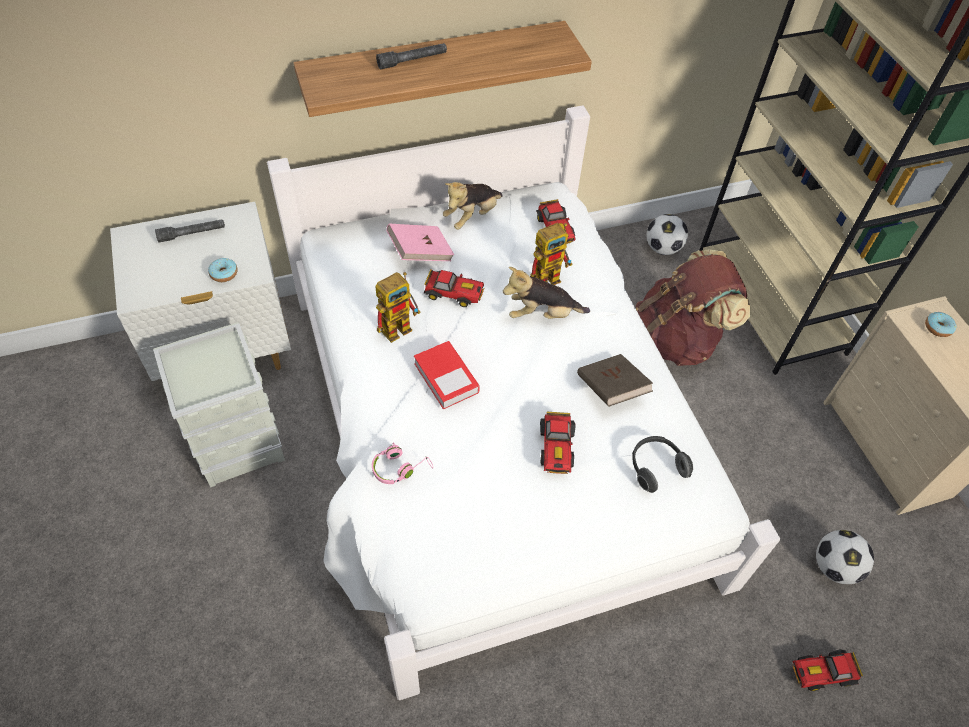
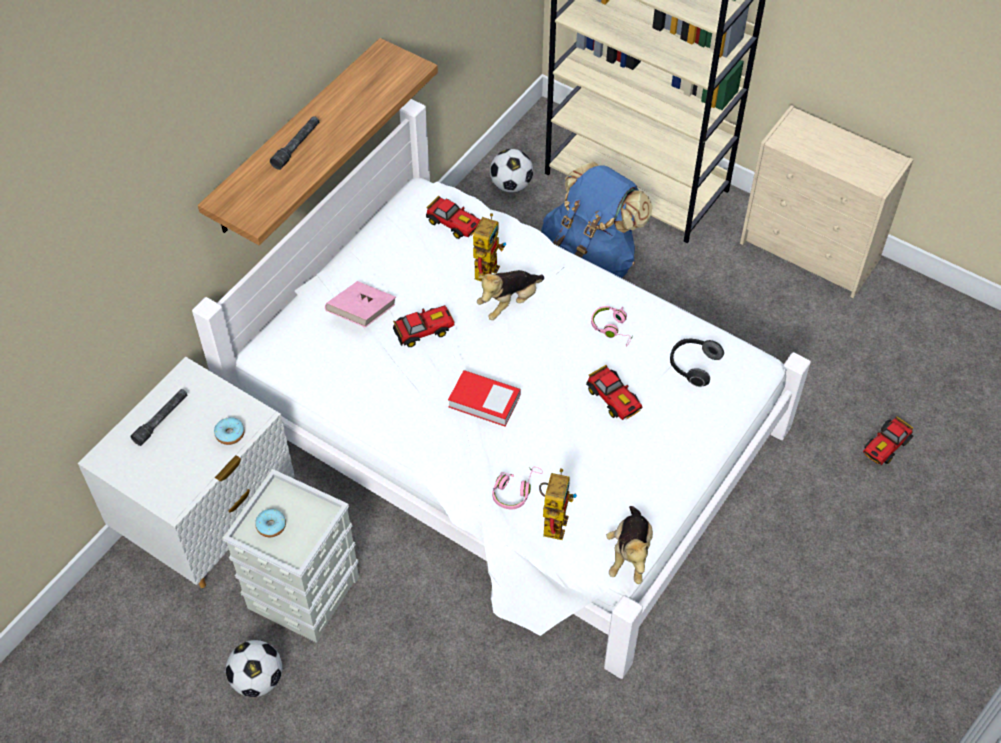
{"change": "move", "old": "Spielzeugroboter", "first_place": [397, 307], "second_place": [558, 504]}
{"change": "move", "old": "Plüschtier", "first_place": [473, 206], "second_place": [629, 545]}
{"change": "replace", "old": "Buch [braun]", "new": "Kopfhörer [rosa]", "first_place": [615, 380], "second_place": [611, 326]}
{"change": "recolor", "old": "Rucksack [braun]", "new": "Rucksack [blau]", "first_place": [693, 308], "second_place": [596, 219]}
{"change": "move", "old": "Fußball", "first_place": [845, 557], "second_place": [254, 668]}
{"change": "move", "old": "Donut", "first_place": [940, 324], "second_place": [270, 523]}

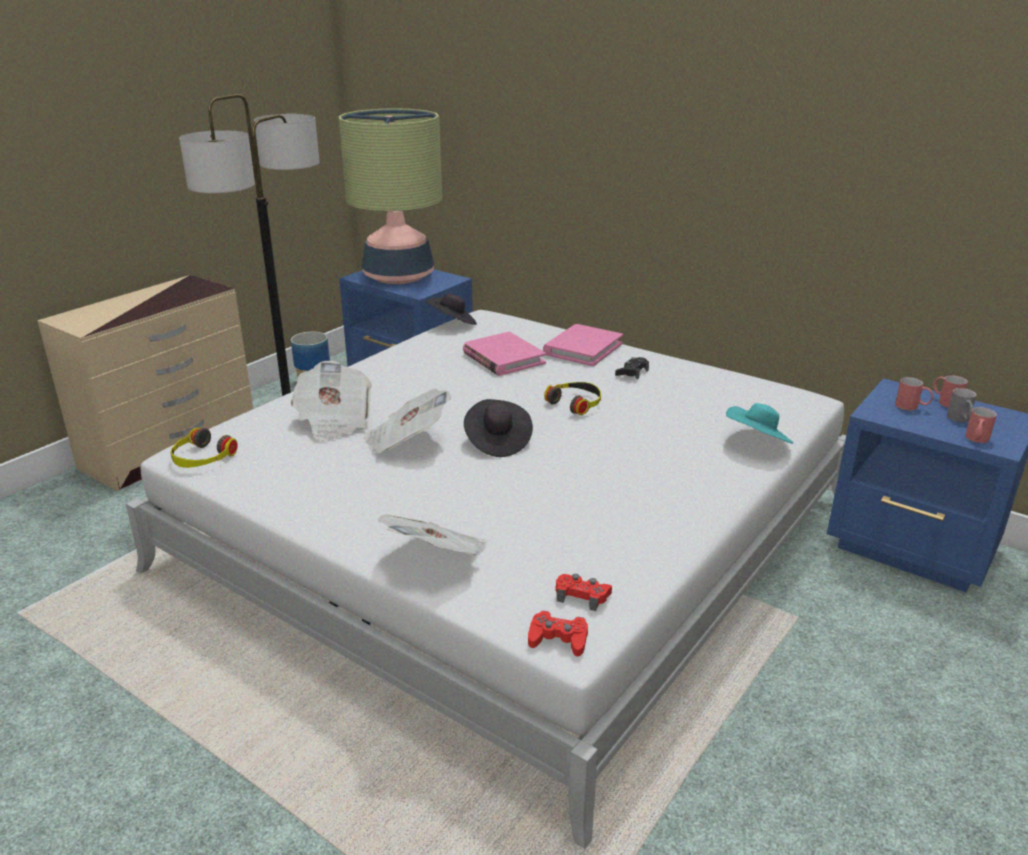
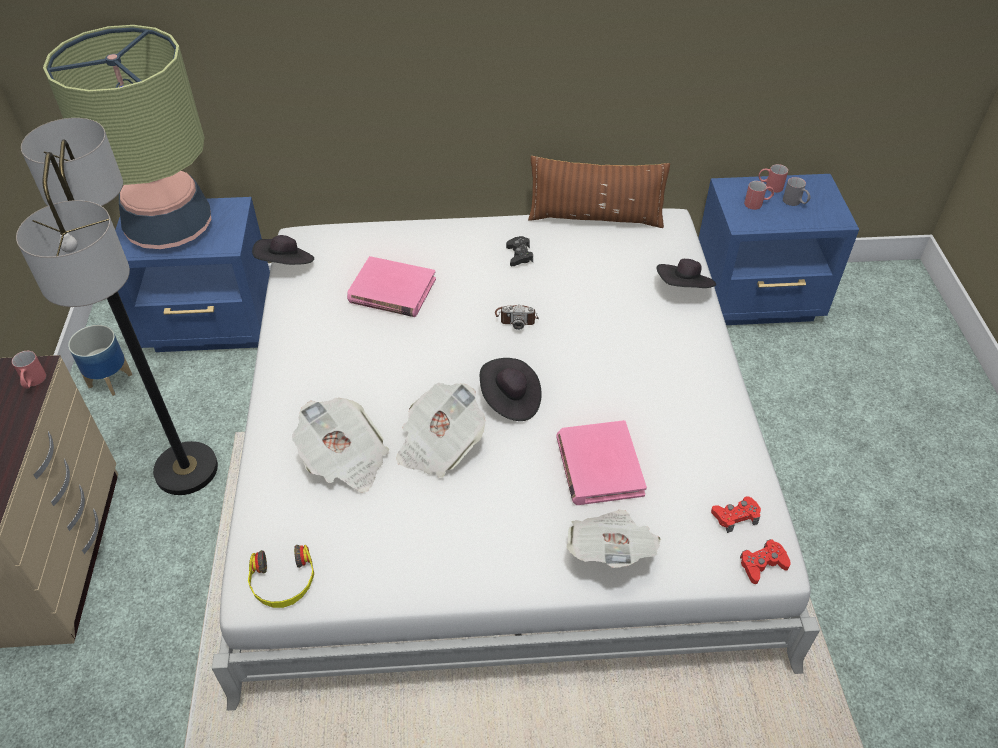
{"change": "move", "old": "Buch [rosa]", "first_place": [583, 345], "second_place": [601, 462]}
{"change": "replace", "old": "Kopfhörer", "new": "Kamera", "first_place": [572, 398], "second_place": [517, 317]}
{"change": "recolor", "old": "Hut [türkis]", "new": "Hut [schwarz]", "first_place": [759, 423], "second_place": [686, 273]}
{"change": "move", "old": "Henkelbecher [rot]", "first_place": [981, 425], "second_place": [29, 370]}
{"change": "insert", "new": "Kissen [braun]", "second_place": [599, 192]}

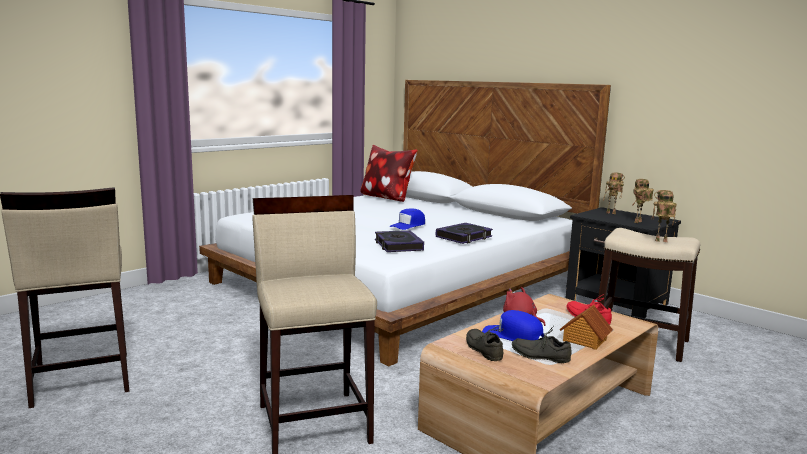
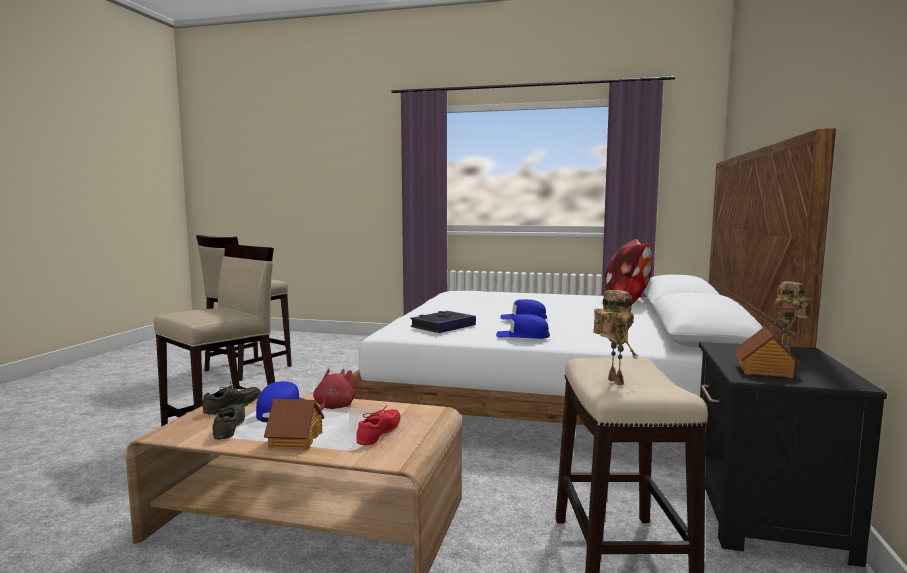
{"change": "replace", "old": "Buch", "new": "Kappe [blau]", "first_place": [464, 233], "second_place": [523, 326]}
{"change": "replace", "old": "Spielzeugroboter", "new": "Spielzeughaus", "first_place": [643, 201], "second_place": [768, 352]}

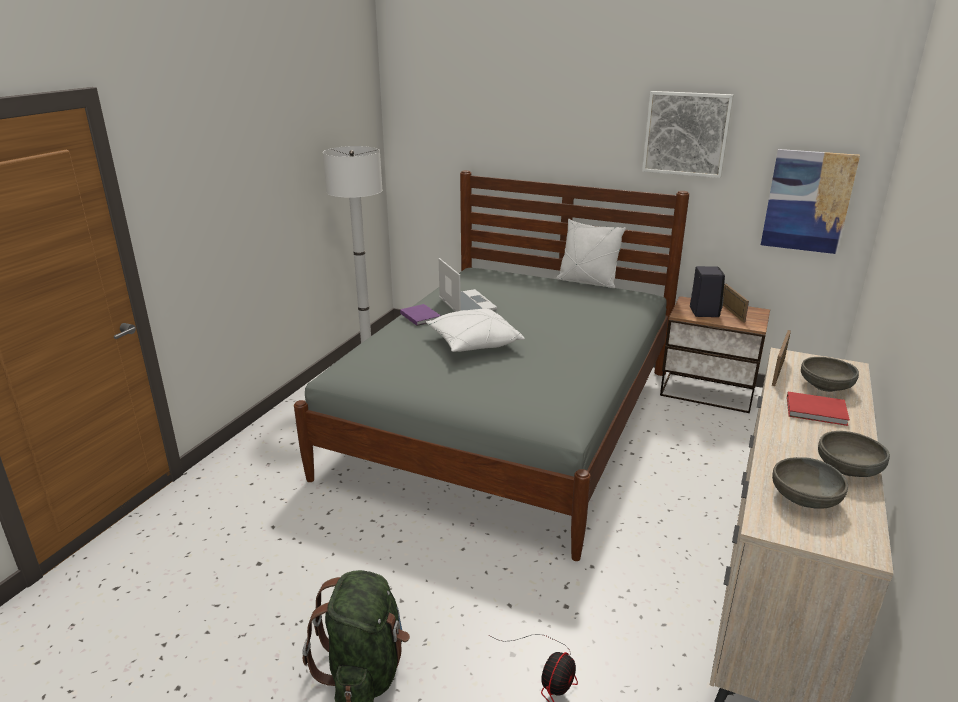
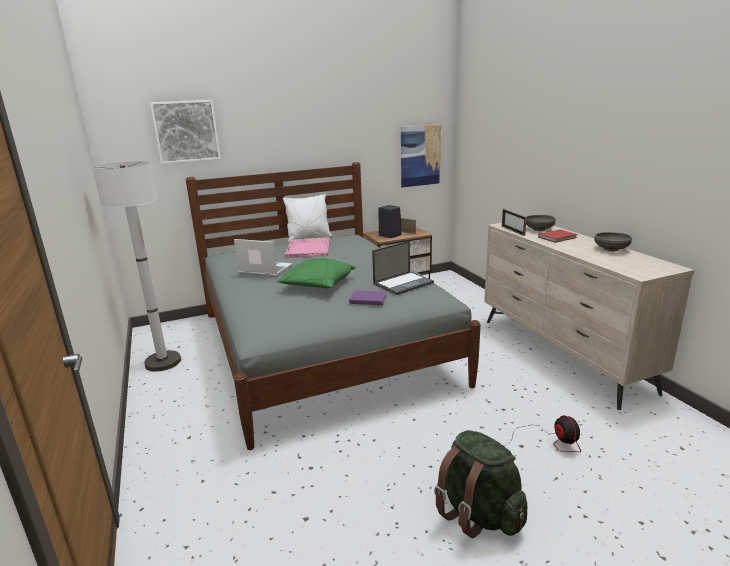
{"change": "move", "old": "Buch [lila]", "first_place": [420, 315], "second_place": [368, 297]}
{"change": "recolor", "old": "Kissen [weiß]", "new": "Kissen [grün]", "first_place": [475, 330], "second_place": [316, 273]}
{"change": "move", "old": "Bild", "first_place": [687, 134], "second_place": [185, 132]}
{"change": "delete", "old": "Schüssel [grau]", "first_place": [810, 483]}
{"change": "insert", "new": "Tablett [rosa]", "second_place": [307, 248]}
{"change": "insert", "new": "Laptop", "second_place": [403, 268]}

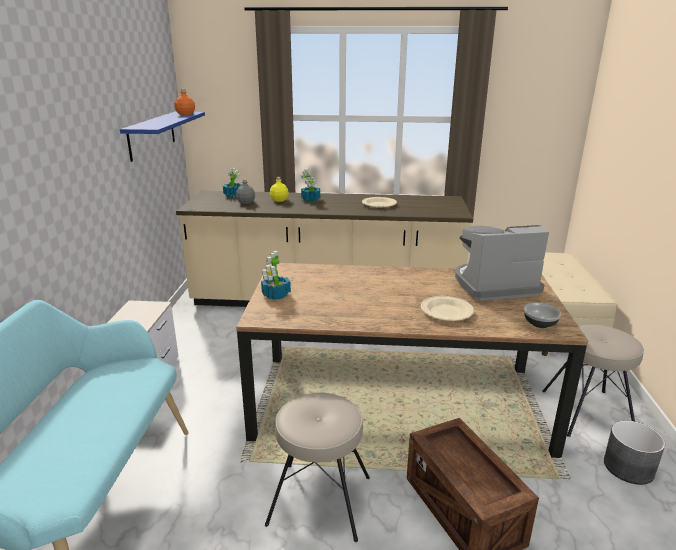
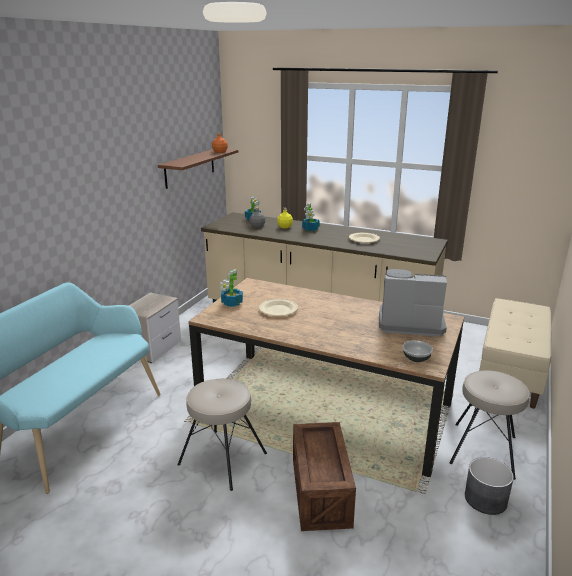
{"change": "recolor", "old": "Wandregal [blau]", "new": "Wandregal [braun]", "first_place": [162, 137], "second_place": [198, 169]}
{"change": "move", "old": "Teller [beige]", "first_place": [447, 308], "second_place": [278, 307]}

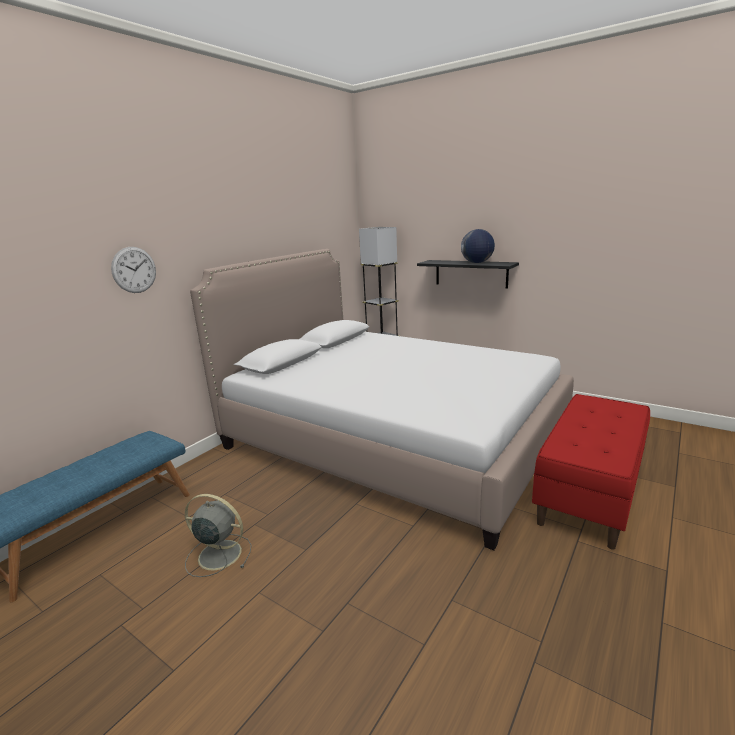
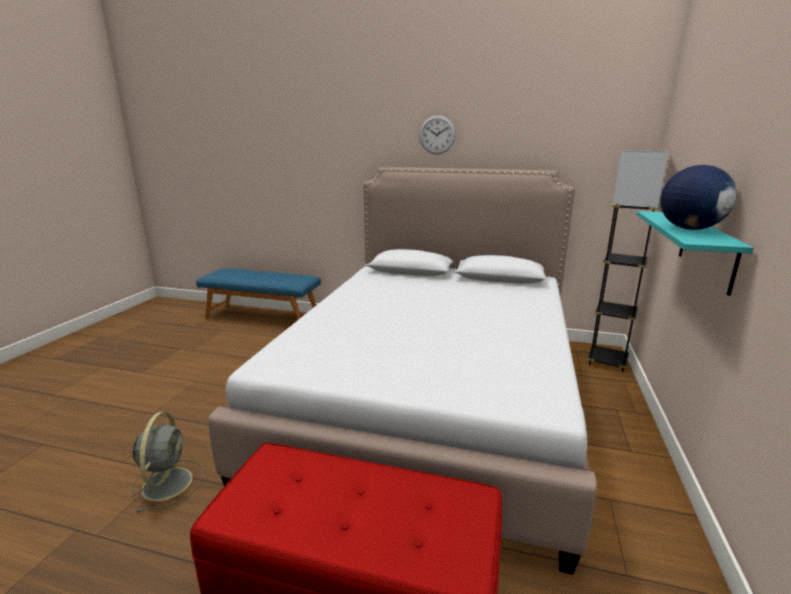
{"change": "move", "old": "Wanduhr", "first_place": [133, 270], "second_place": [437, 134]}
{"change": "move", "old": "Ventilator [grau]", "first_place": [218, 535], "second_place": [167, 462]}
{"change": "recolor", "old": "Wandregal [schwarz]", "new": "Wandregal [türkis]", "first_place": [468, 274], "second_place": [695, 253]}

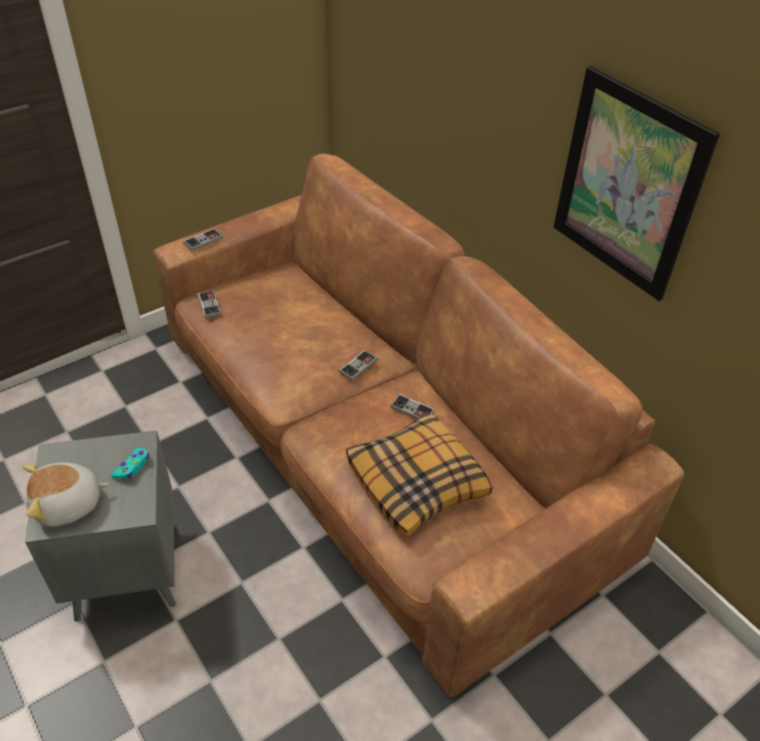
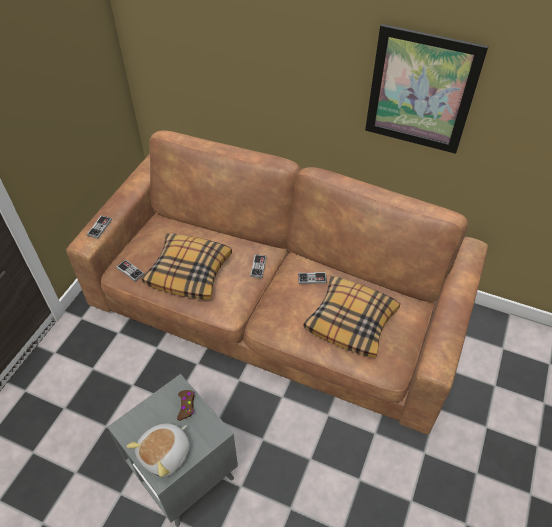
{"change": "recolor", "old": "Gamepad [türkis]", "new": "Gamepad [braun]", "first_place": [130, 463], "second_place": [186, 405]}
{"change": "insert", "new": "Kissen", "second_place": [187, 266]}

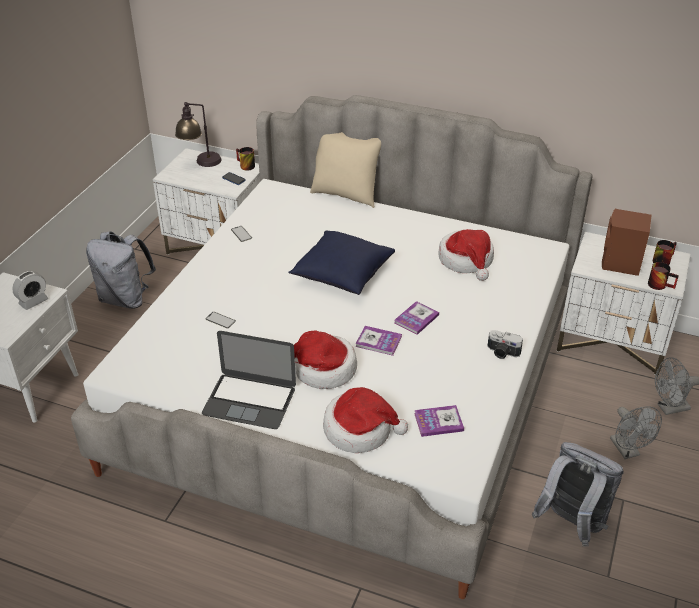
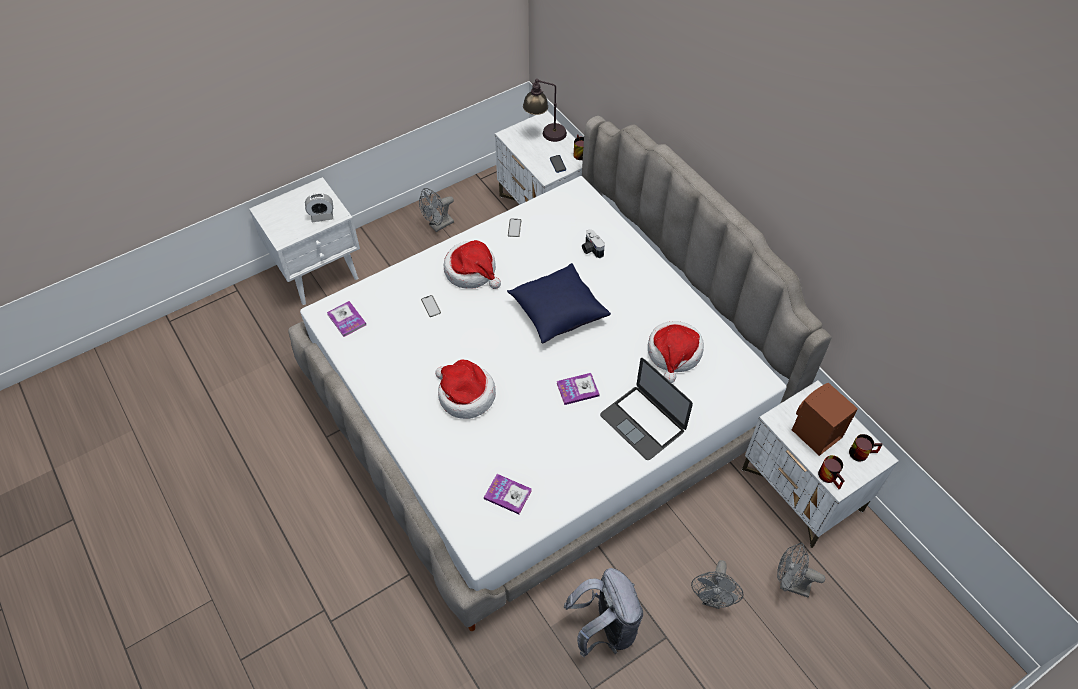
{"change": "replace", "old": "Rucksack [grau]", "new": "Ventilator [grau]", "first_place": [121, 270], "second_place": [436, 210]}
{"change": "move", "old": "Laptop", "first_place": [249, 380], "second_place": [646, 409]}
{"change": "delete", "old": "Kissen [beige]", "first_place": [345, 170]}
{"change": "move", "old": "Hut", "first_place": [365, 420], "second_place": [472, 264]}
{"change": "move", "old": "Buch", "first_place": [379, 341], "second_place": [346, 319]}
{"change": "move", "old": "Kamera", "first_place": [505, 344], "second_place": [593, 243]}

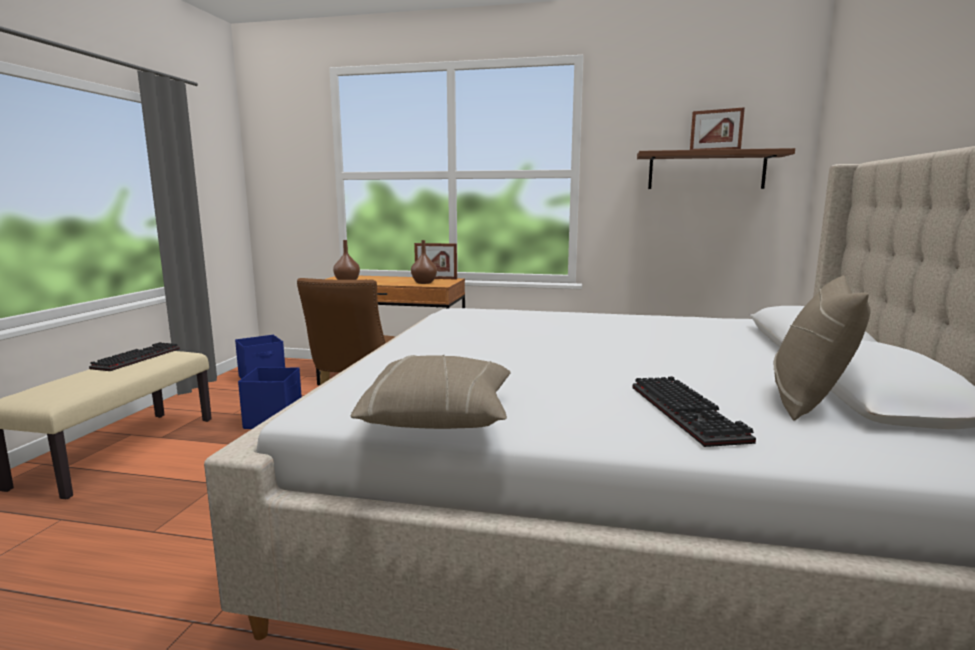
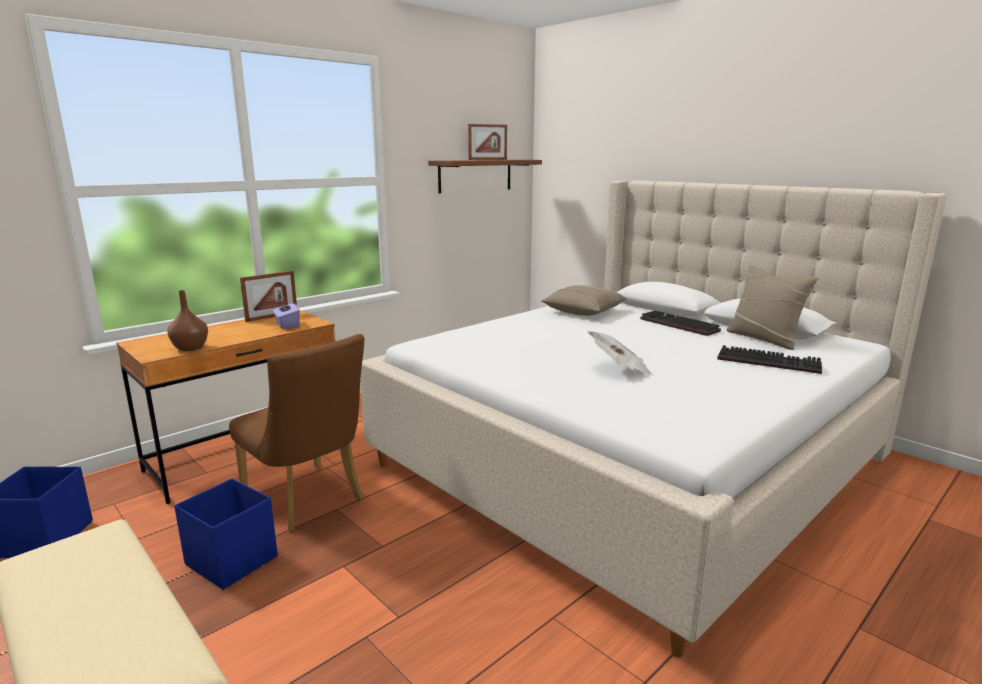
{"change": "move", "old": "Tastatur", "first_place": [134, 356], "second_place": [680, 323]}
{"change": "move", "old": "Kissen [beige]", "first_place": [431, 392], "second_place": [584, 300]}
{"change": "replace", "old": "Vase [braun]", "new": "Taschentuchbox [lila]", "first_place": [424, 262], "second_place": [286, 314]}
{"change": "insert", "new": "Zeitung", "second_place": [620, 353]}

